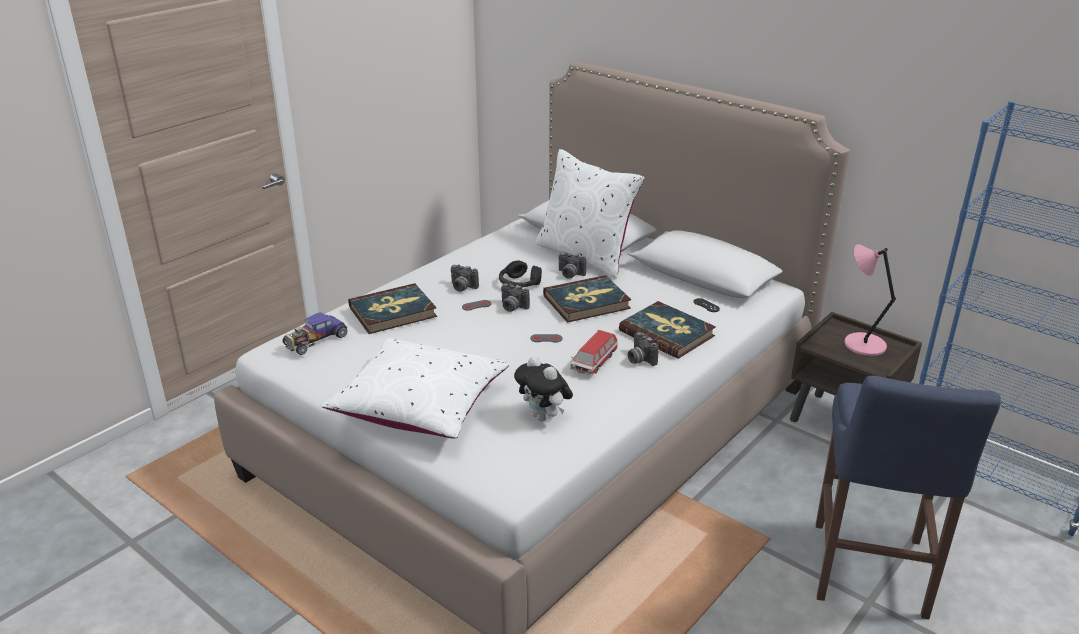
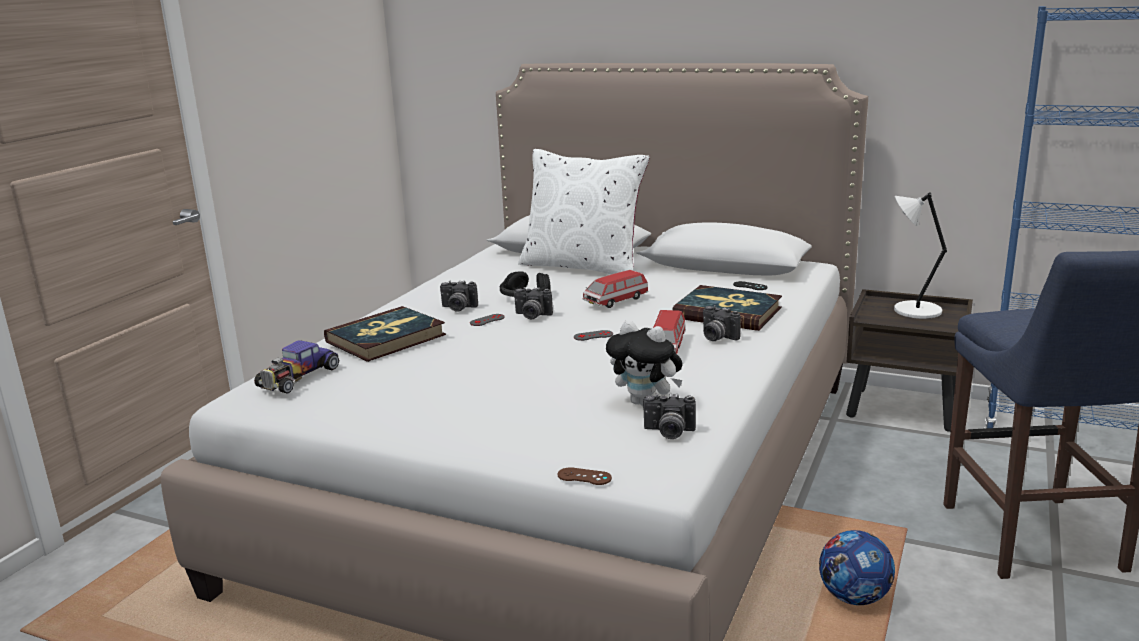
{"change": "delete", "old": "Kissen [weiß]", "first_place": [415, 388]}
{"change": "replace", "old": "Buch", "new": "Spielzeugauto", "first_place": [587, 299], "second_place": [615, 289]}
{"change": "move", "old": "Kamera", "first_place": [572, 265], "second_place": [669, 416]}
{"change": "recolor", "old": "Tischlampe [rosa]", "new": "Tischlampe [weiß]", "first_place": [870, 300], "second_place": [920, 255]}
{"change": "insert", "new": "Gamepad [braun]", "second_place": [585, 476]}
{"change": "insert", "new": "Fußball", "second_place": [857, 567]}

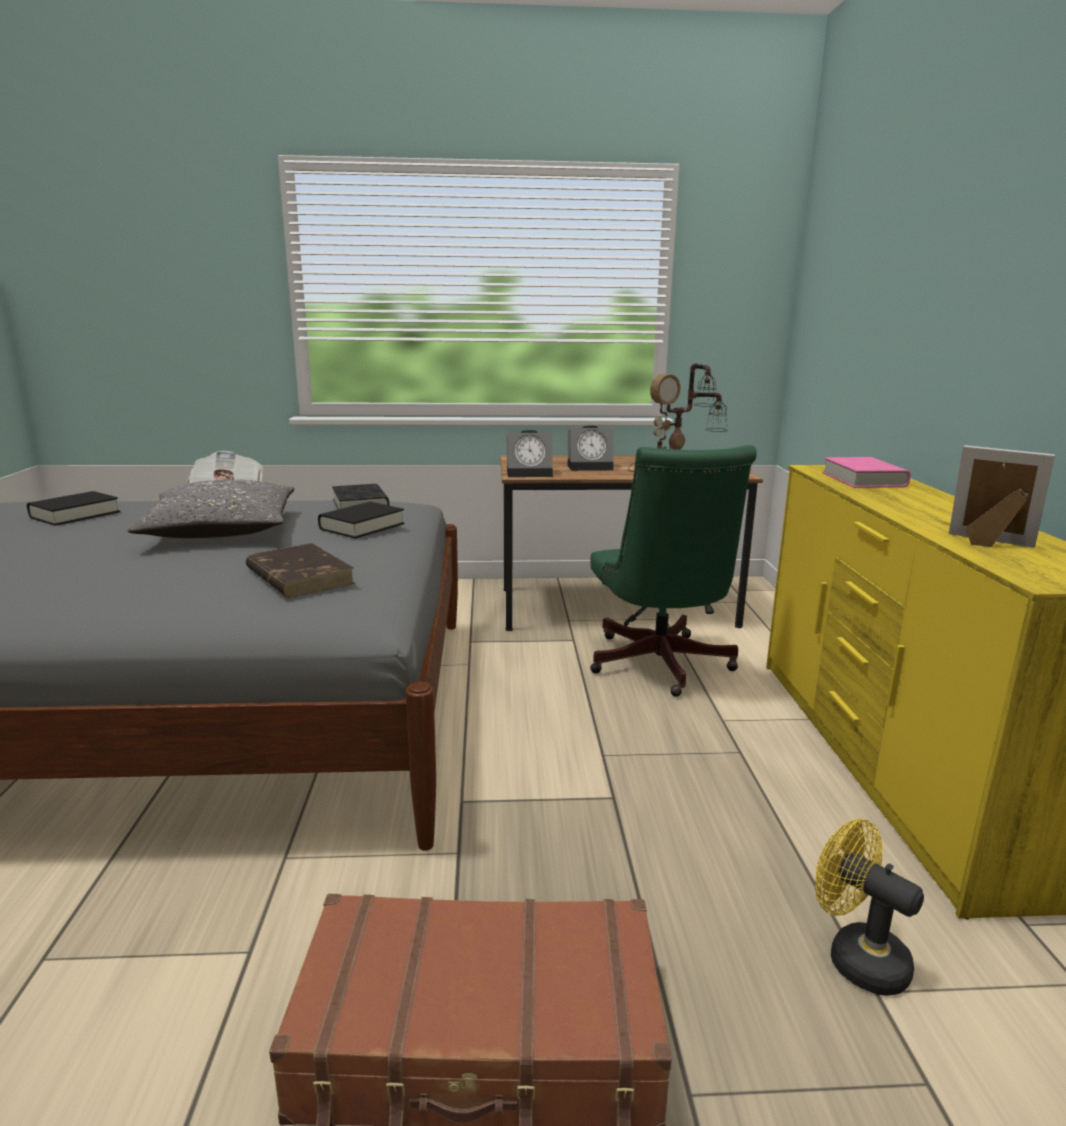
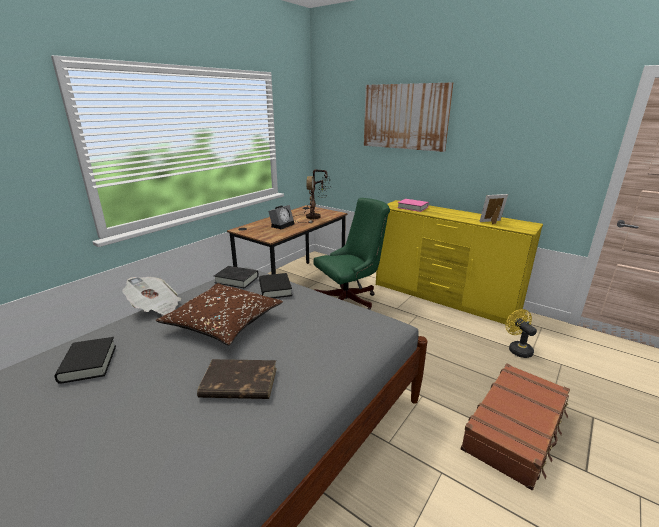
{"change": "recolor", "old": "Kissen [grau]", "new": "Kissen [braun]", "first_place": [211, 508], "second_place": [219, 314]}
{"change": "move", "old": "Buch [braun]", "first_place": [300, 570], "second_place": [237, 379]}
{"change": "delete", "old": "Wecker", "first_place": [530, 453]}
{"change": "rotate", "old": "Bürostuhl [grün]", "first_place": [673, 571], "second_place": [352, 254], "degrees": -60}
{"change": "rotate", "old": "Ventilator [gelb]", "first_place": [869, 907], "second_place": [521, 333], "degrees": 75}
{"change": "insert", "new": "Bild", "second_place": [408, 117]}

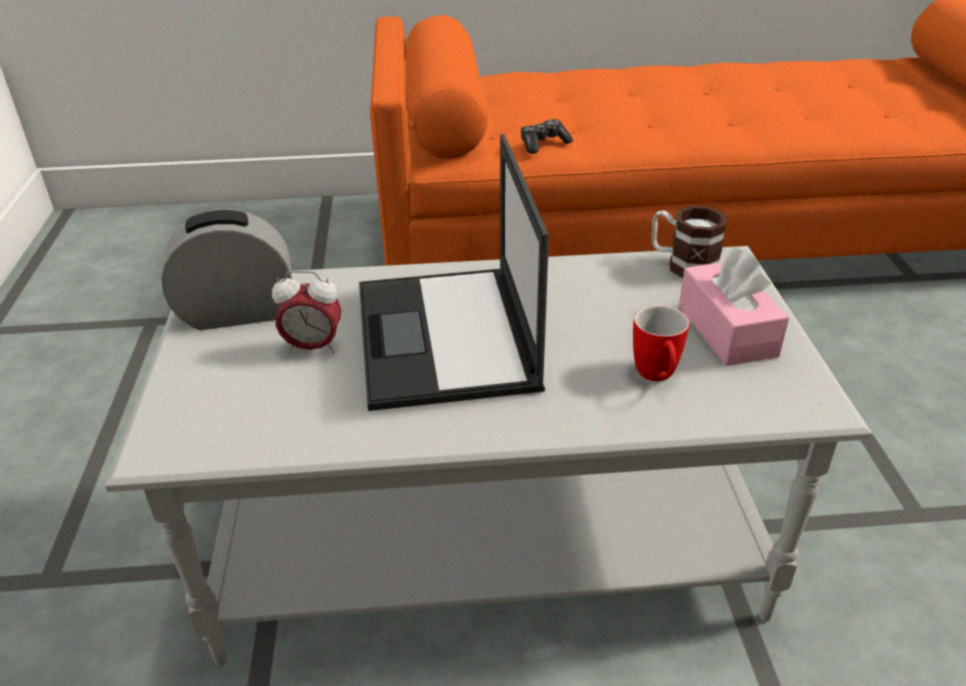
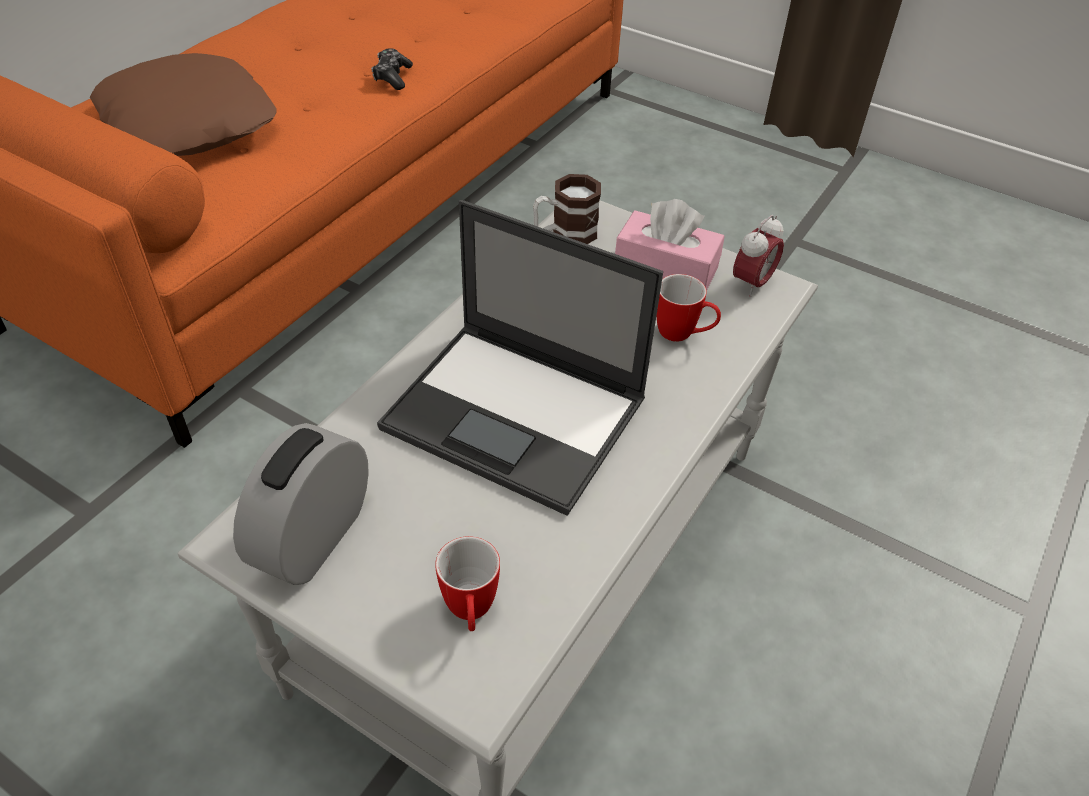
{"change": "move", "old": "Wecker", "first_place": [306, 312], "second_place": [758, 256]}
{"change": "move", "old": "Gamepad", "first_place": [547, 136], "second_place": [392, 69]}
{"change": "insert", "new": "Kissen [braun]", "second_place": [183, 104]}
{"change": "insert", "new": "Henkelbecher", "second_place": [467, 583]}

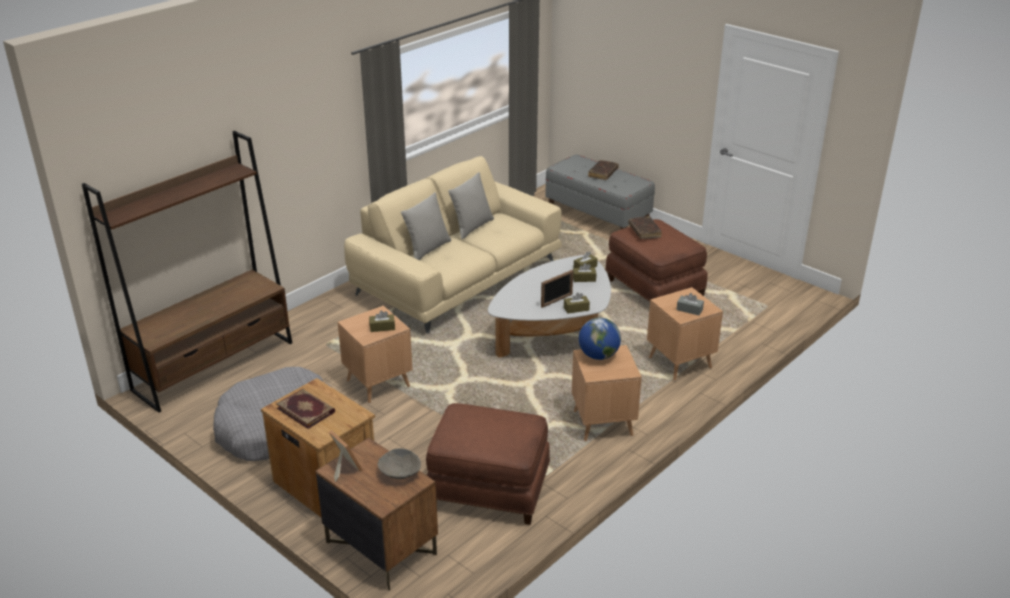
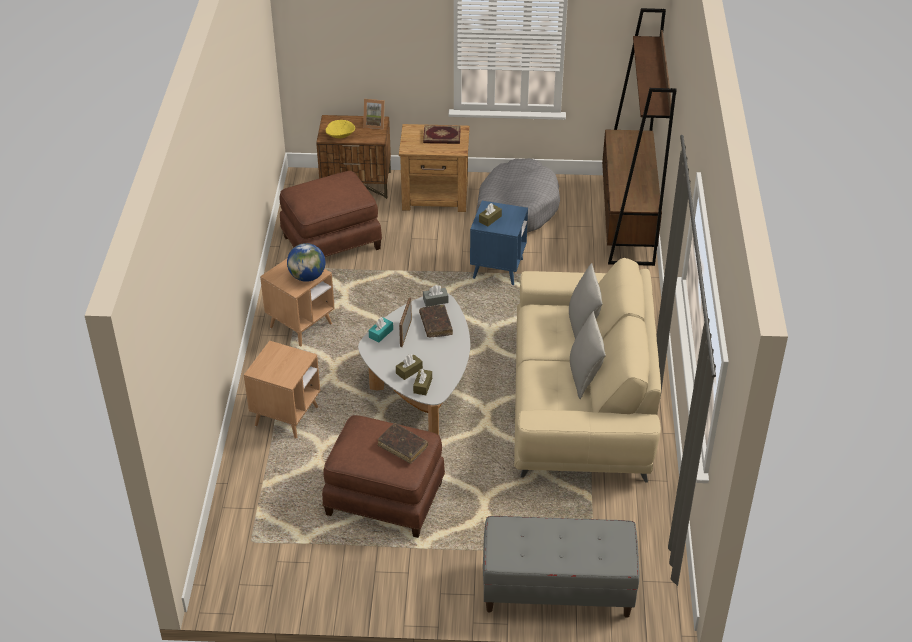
{"change": "recolor", "old": "Beistelltisch [braun]", "new": "Beistelltisch [blau]", "first_place": [375, 355], "second_place": [499, 243]}
{"change": "recolor", "old": "Schüssel [grau]", "new": "Schüssel [gelb]", "first_place": [399, 463], "second_place": [340, 129]}
{"change": "recolor", "old": "Taschentuchbox [braun]", "new": "Taschentuchbox [türkis]", "first_place": [577, 303], "second_place": [381, 330]}
{"change": "move", "old": "Buch [braun]", "first_place": [603, 170], "second_place": [436, 320]}
{"change": "move", "old": "Taschentuchbox [grau]", "first_place": [690, 304], "second_place": [436, 296]}

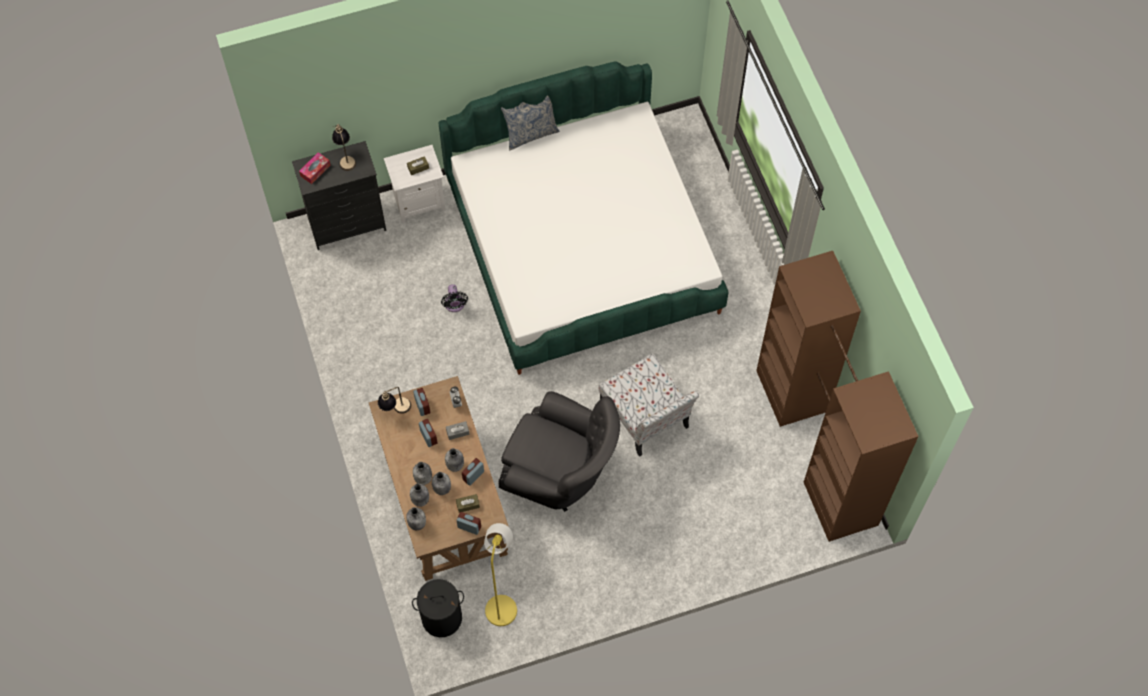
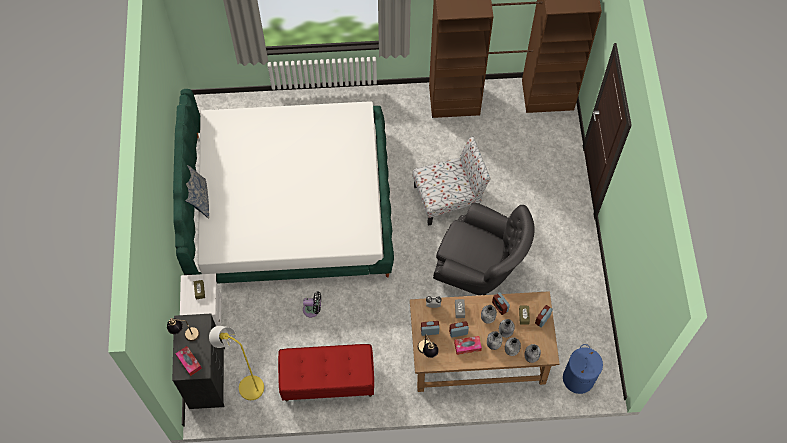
{"change": "recolor", "old": "Wäschekorb [schwarz]", "new": "Wäschekorb [blau]", "first_place": [438, 608], "second_place": [583, 369]}
{"change": "move", "old": "Stehlampe [gelb]", "first_place": [500, 574], "second_place": [236, 363]}
{"change": "rotate", "old": "Sessel [grau]", "first_place": [559, 451], "second_place": [484, 249], "degrees": 75}
{"change": "insert", "new": "Bank [rot]", "second_place": [326, 373]}
{"change": "insert", "new": "Taschentuchbox", "second_place": [468, 345]}

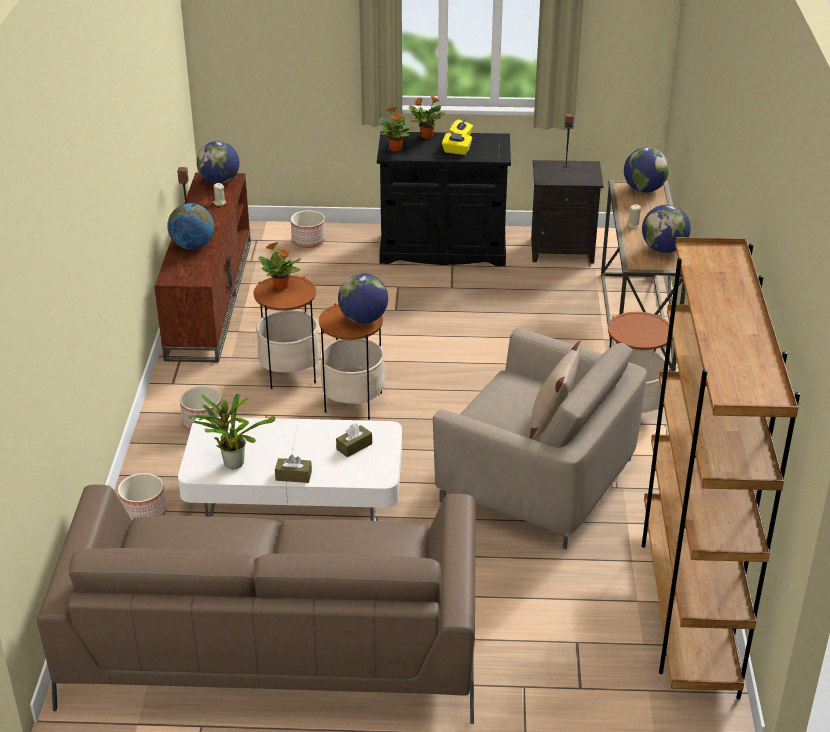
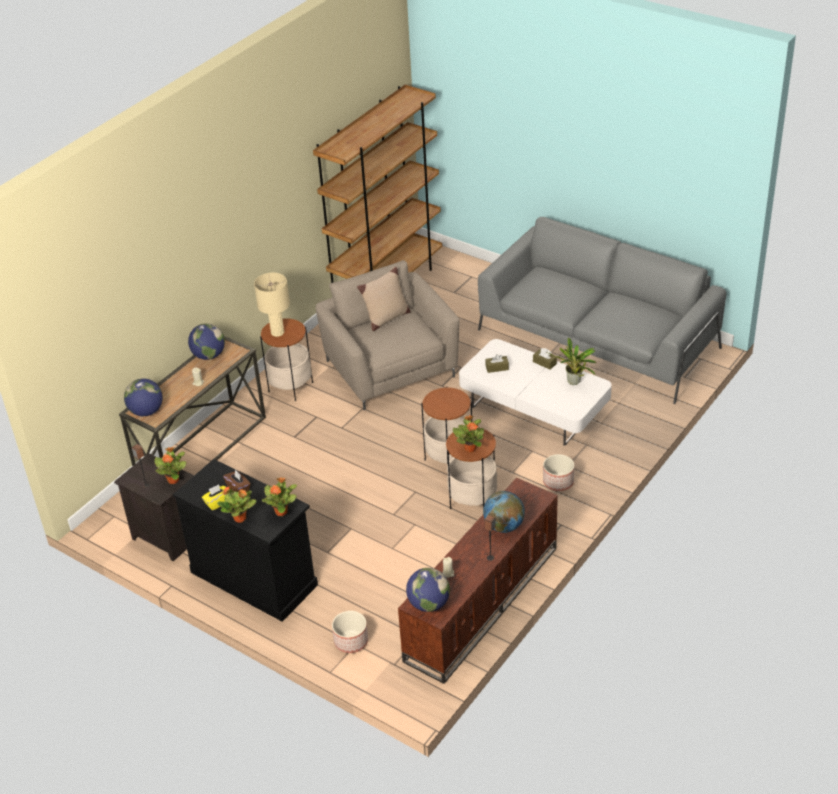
{"change": "recolor", "old": "Sofa [braun]", "new": "Sofa [grau]", "first_place": [256, 604], "second_place": [602, 310]}
{"change": "delete", "old": "Pflanzkübel", "first_place": [142, 496]}
{"change": "delete", "old": "Globus", "first_place": [363, 298]}
{"change": "recolor", "old": "Taschentuchbox [gelb]", "new": "Taschentuchbox [braun]", "first_place": [457, 143], "second_place": [237, 480]}
{"change": "insert", "new": "Topfpflanze", "second_place": [170, 465]}
{"change": "insert", "new": "Tischlampe [beige]", "second_place": [272, 305]}

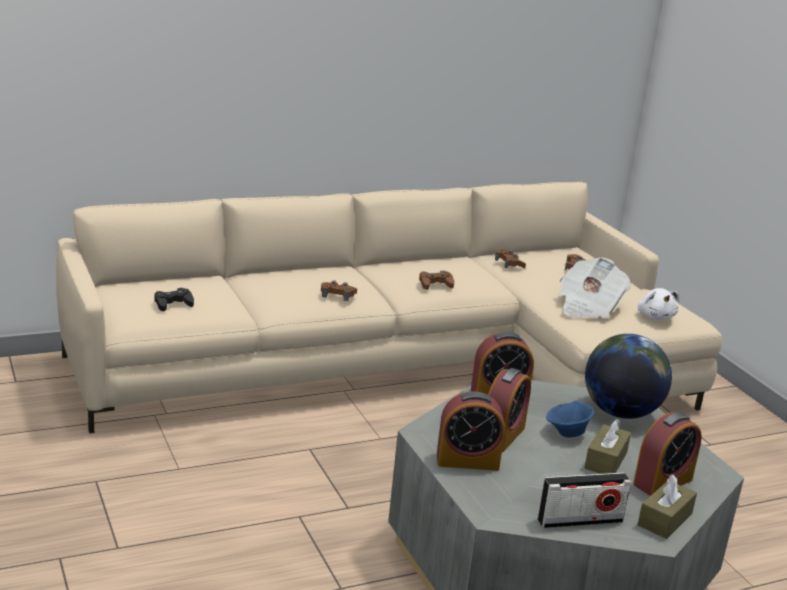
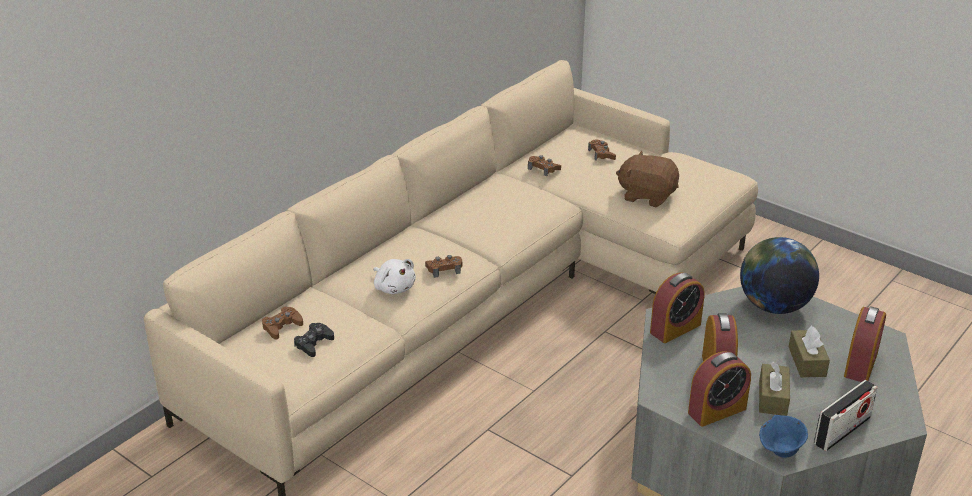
{"change": "move", "old": "Gamepad [braun]", "first_place": [436, 280], "second_place": [282, 323]}
{"change": "move", "old": "Schüssel [blau]", "first_place": [570, 419], "second_place": [783, 436]}
{"change": "replace", "old": "Zeitung", "new": "Plüschtier [braun]", "first_place": [595, 288], "second_place": [647, 179]}
{"change": "move", "old": "Taschentuchbox [braun]", "first_place": [667, 506], "second_place": [774, 388]}
{"change": "move", "old": "Plüschtier [weiß]", "first_place": [658, 304], "second_place": [395, 276]}

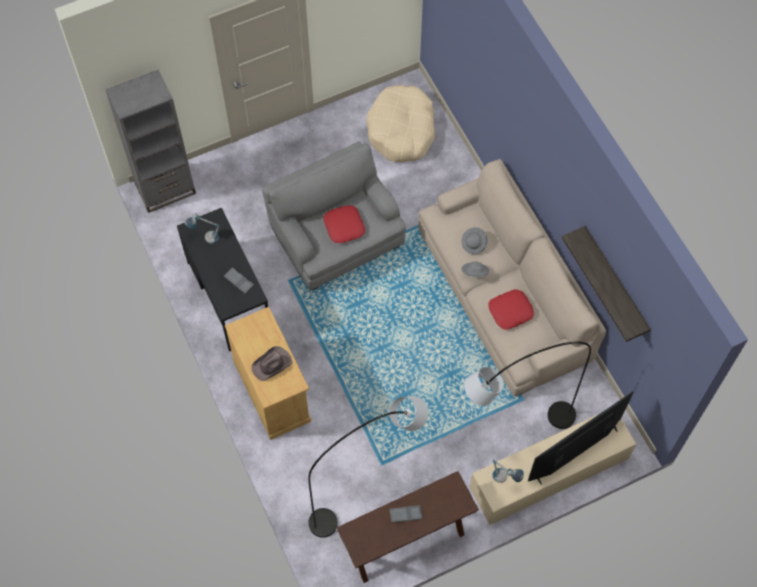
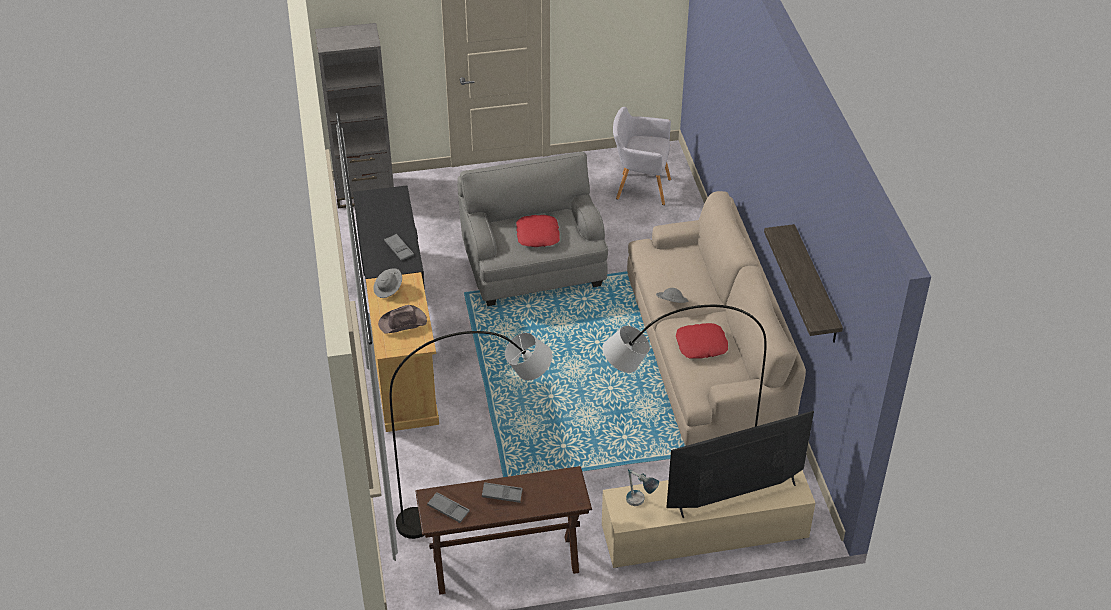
{"change": "delete", "old": "Tischlampe", "first_place": [202, 229]}
{"change": "replace", "old": "Hundebett [beige]", "new": "Sessel [grau]", "first_place": [400, 123], "second_place": [642, 156]}
{"change": "move", "old": "Hut [grau]", "first_place": [474, 240], "second_place": [387, 283]}
{"change": "insert", "new": "Tablett [grau]", "second_place": [448, 507]}

